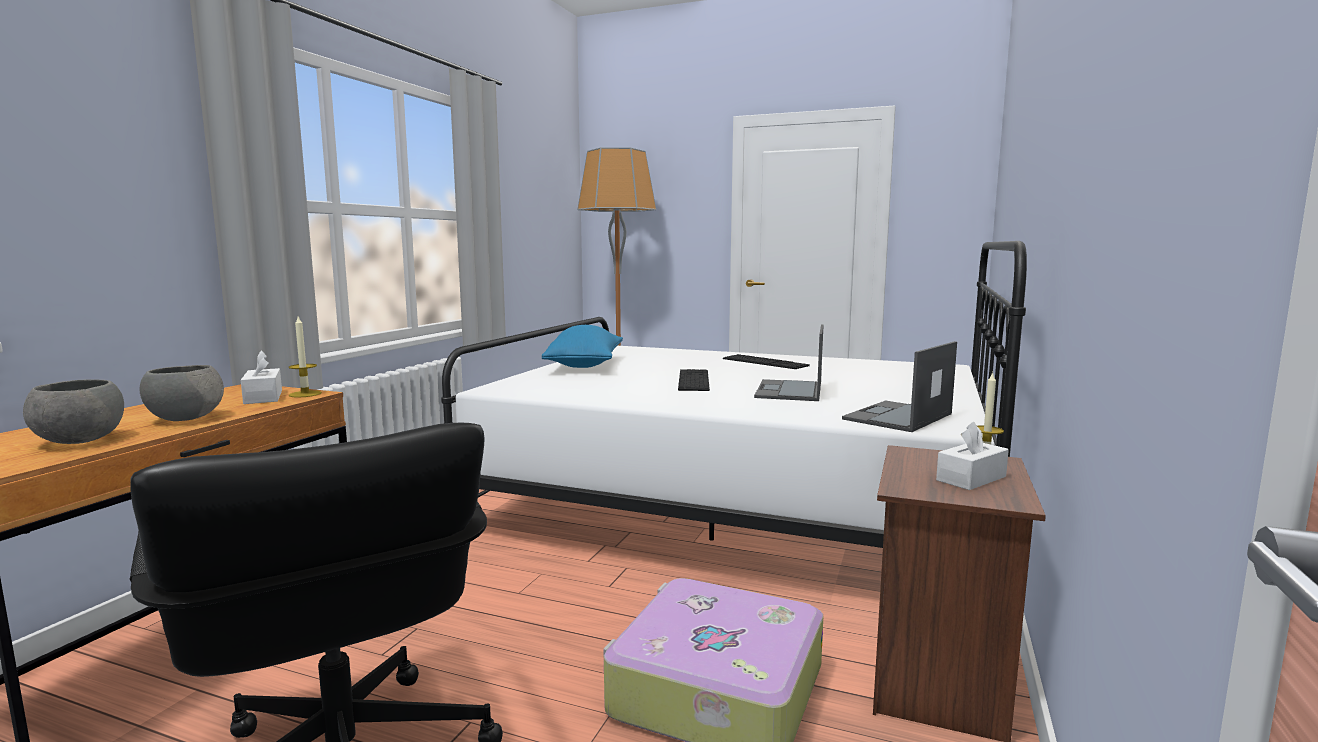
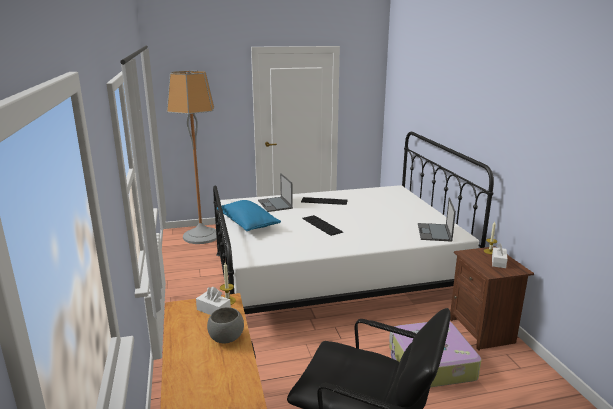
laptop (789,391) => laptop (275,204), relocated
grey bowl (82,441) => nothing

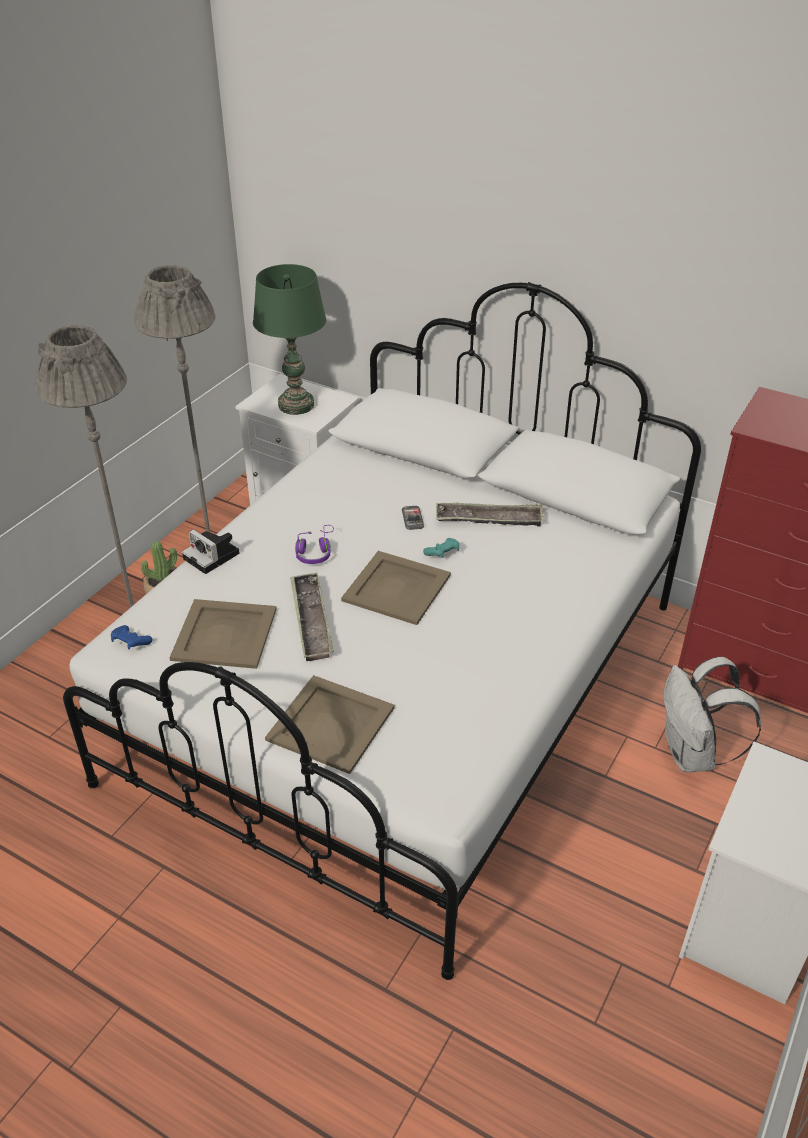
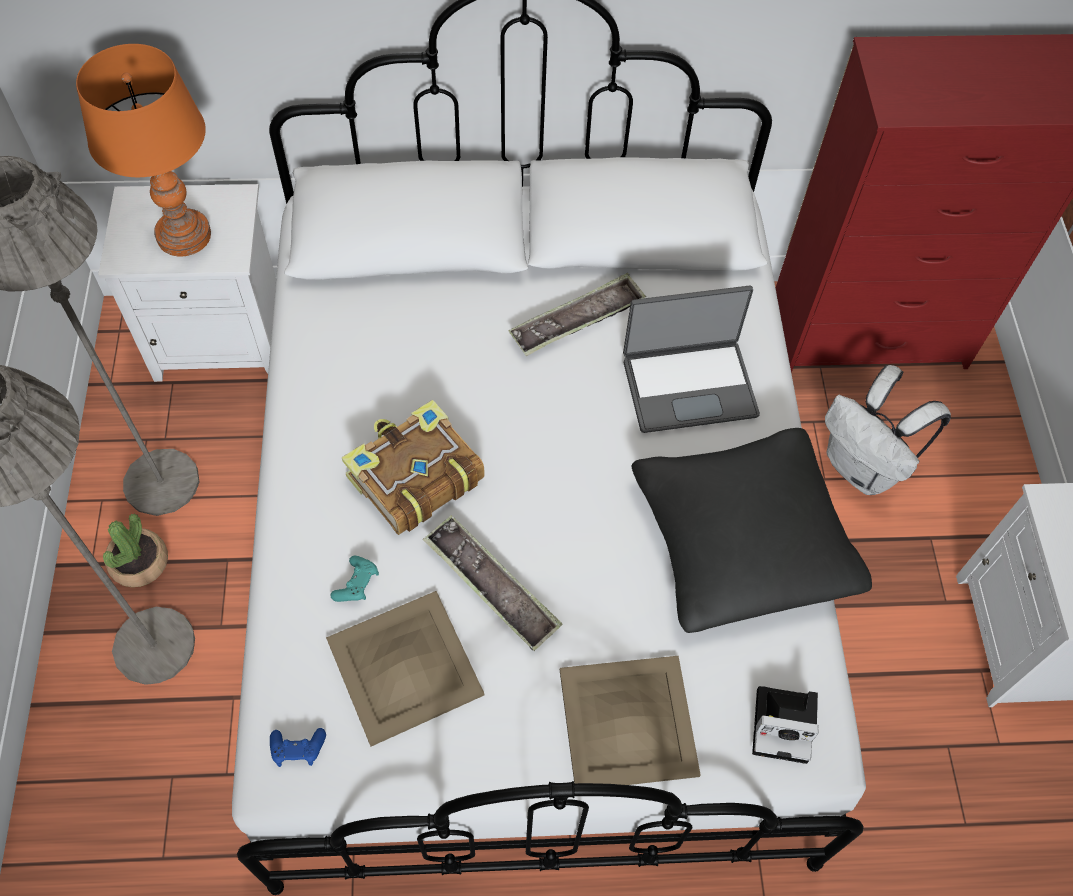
green table lamp (296,405) => orange table lamp (183,236)
turquoise game controller (443,553) => turquoise game controller (357,584), relocated
purple headphones (315,552) => book (413,478)
nothing => laptop (689,385)
nothing => black pillow (742,540)
photo camera (213,557) => photo camera (785,725), relocated
beige tray (397,587) => nothing
phone (412,519) => nothing

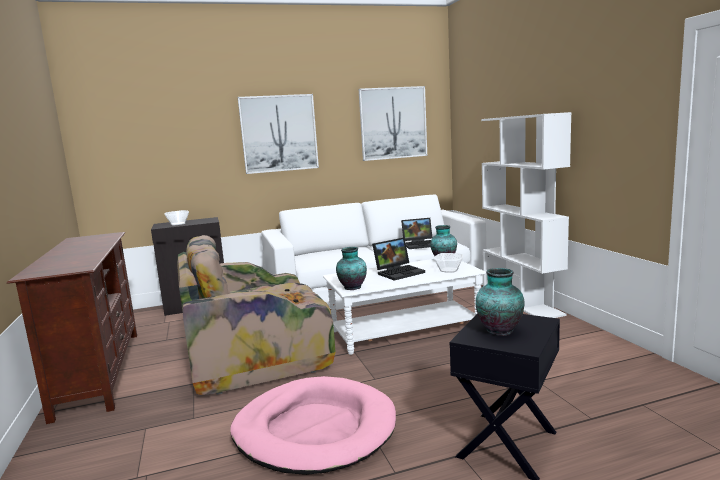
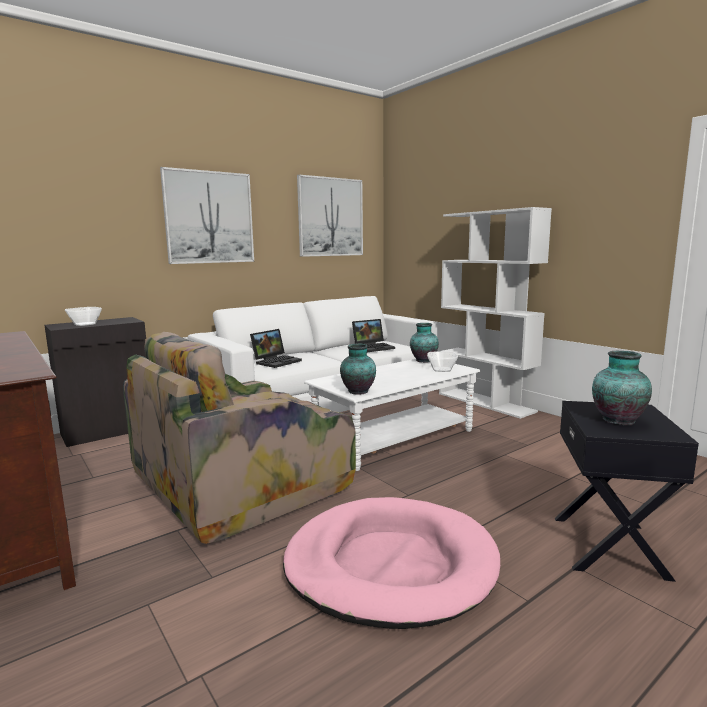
laptop (399,272) => laptop (276,361), relocated

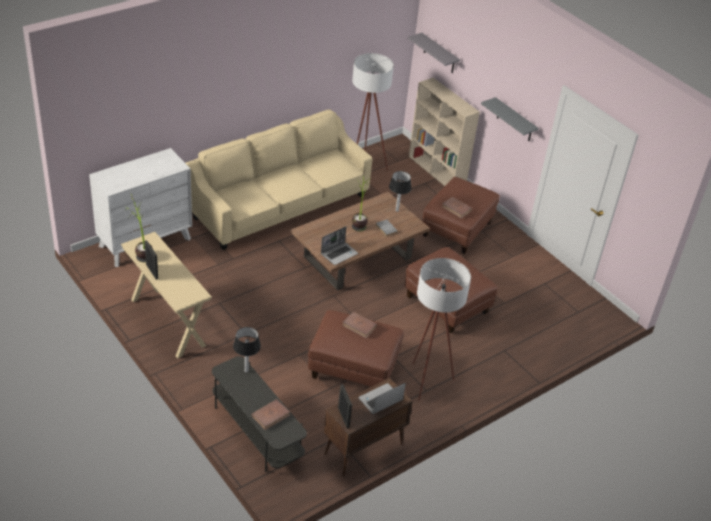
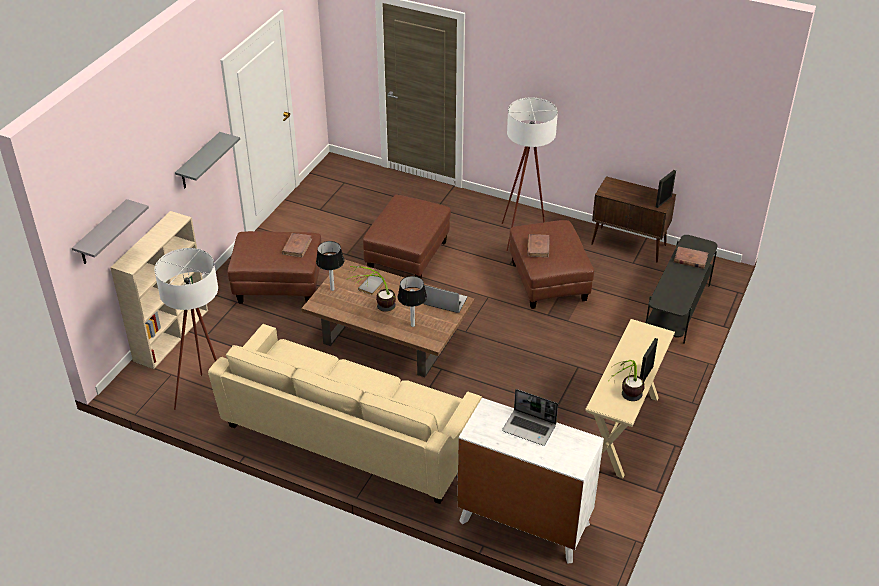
table lamp (246,370) => table lamp (412,325), relocated
laptop (380,400) => laptop (530,428), relocated

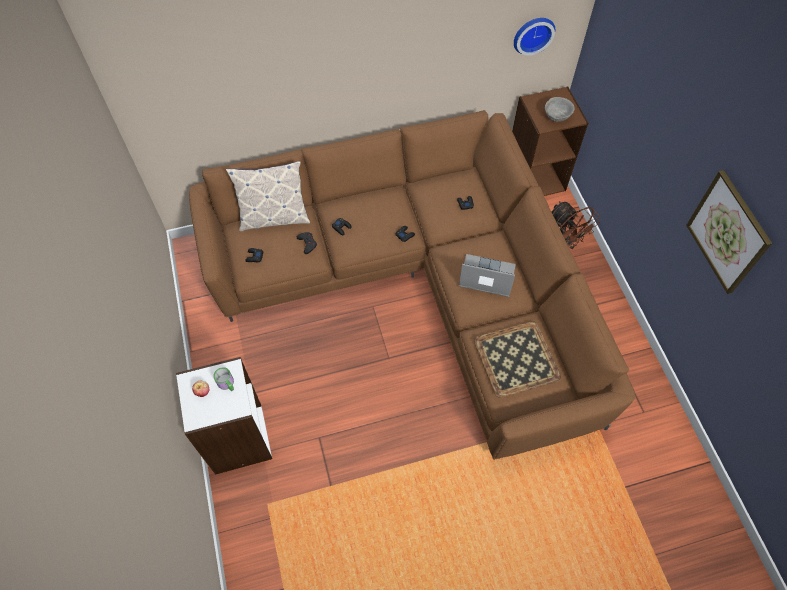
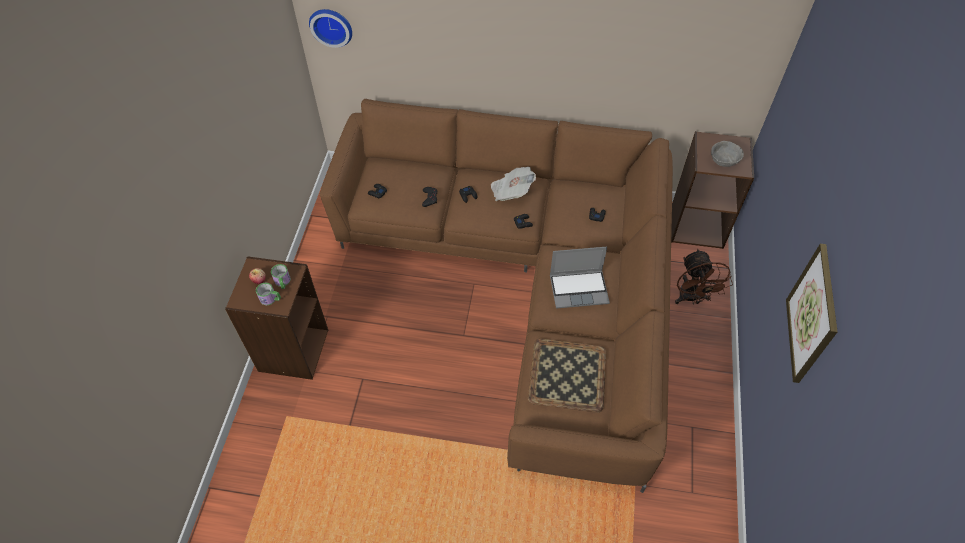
white bookcase (237,439) => brown bookcase (292,350)
nothing => mug (271,299)
wall clock (532,33) => wall clock (331,25), relocated
nothing => newspaper (511,191)
laptop (486,277) => laptop (579,289), 135 degrees clockwise
pillow (274,218) => nothing

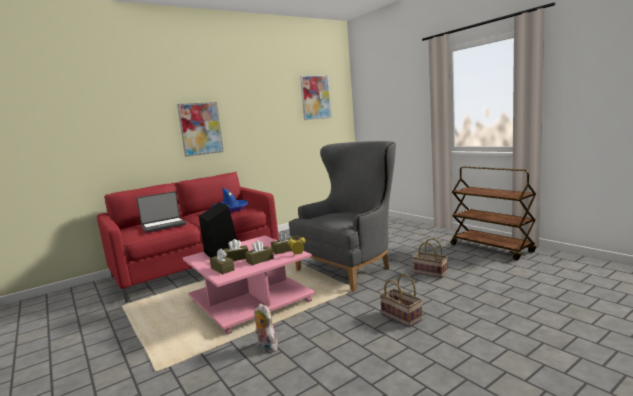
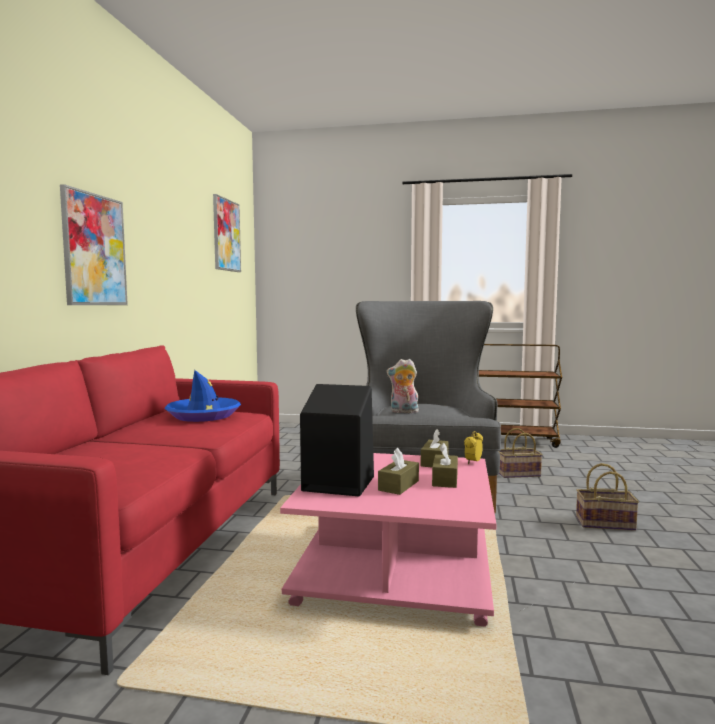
plush toy (266,347) => plush toy (403,412), relocated
laptop (163,225) => nothing
brown tissue box (222,269) => nothing

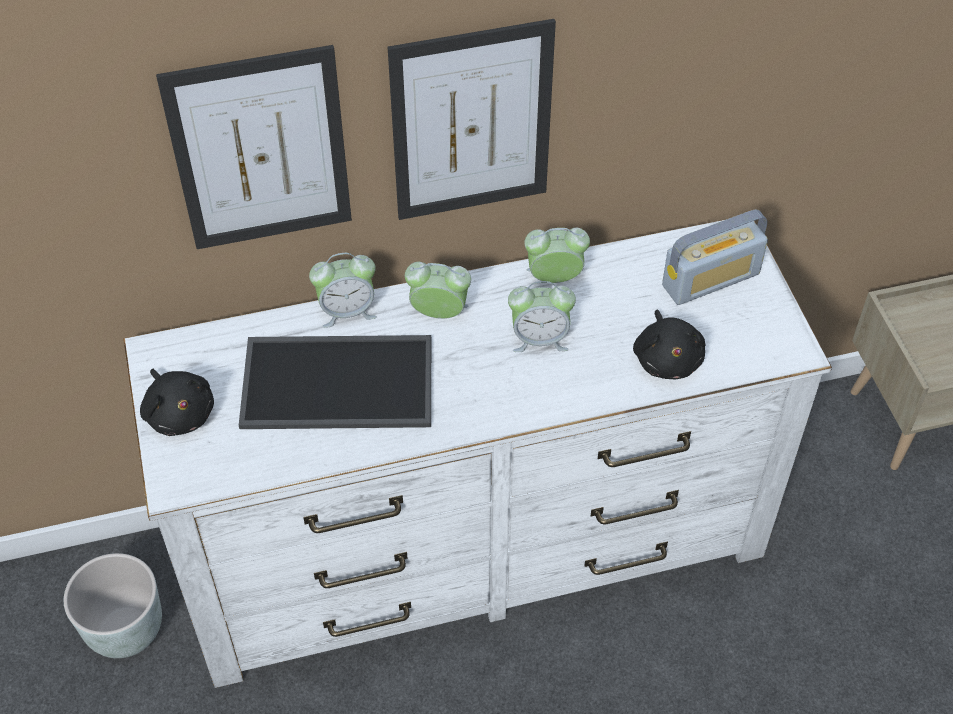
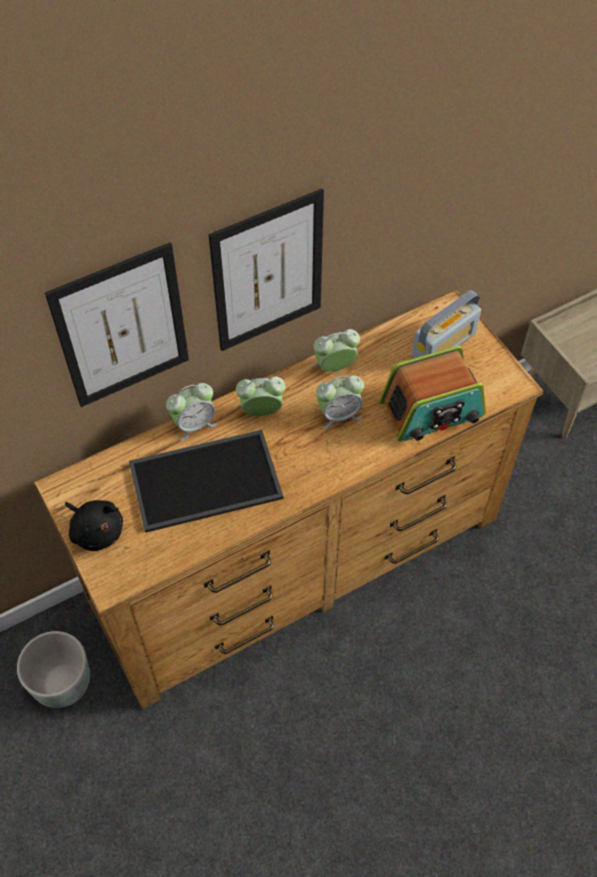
white dresser (475,545) => brown dresser (296,559)
black plush toy (667,359) => radio (432,410)

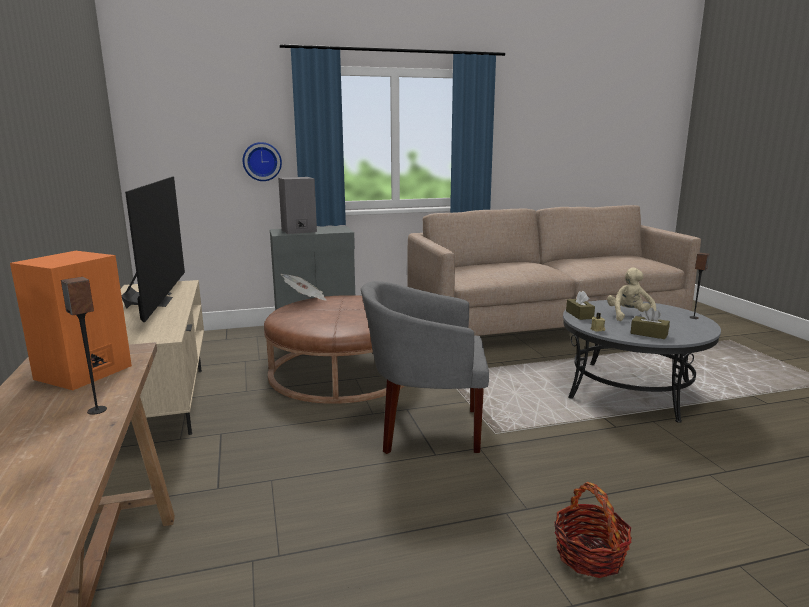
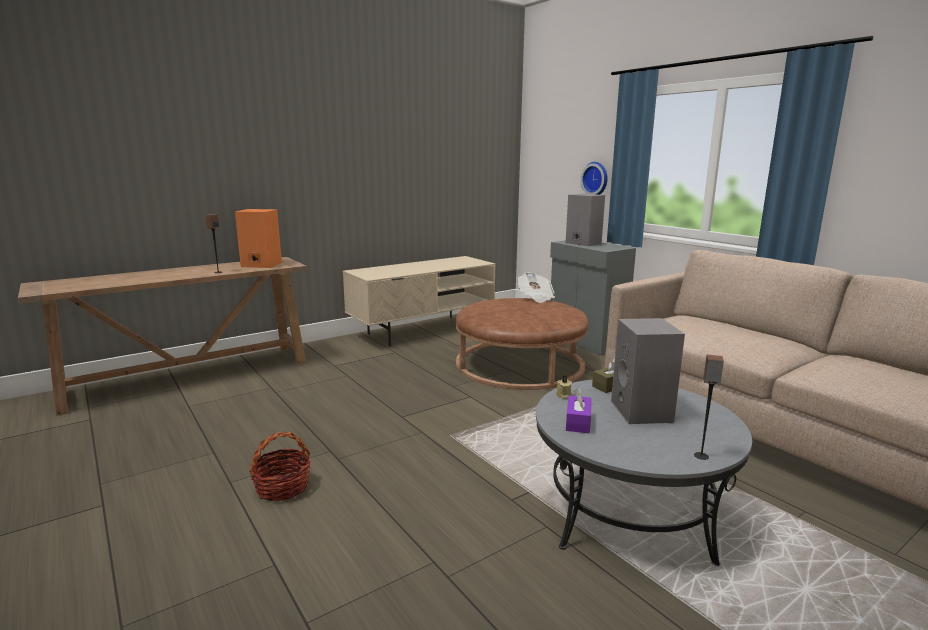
brown tissue box (649,334) => purple tissue box (578,422)
beige plush toy (629,316) => grey speaker (643,412)
television (156,302) => nothing
grey armchair (426,428) => nothing

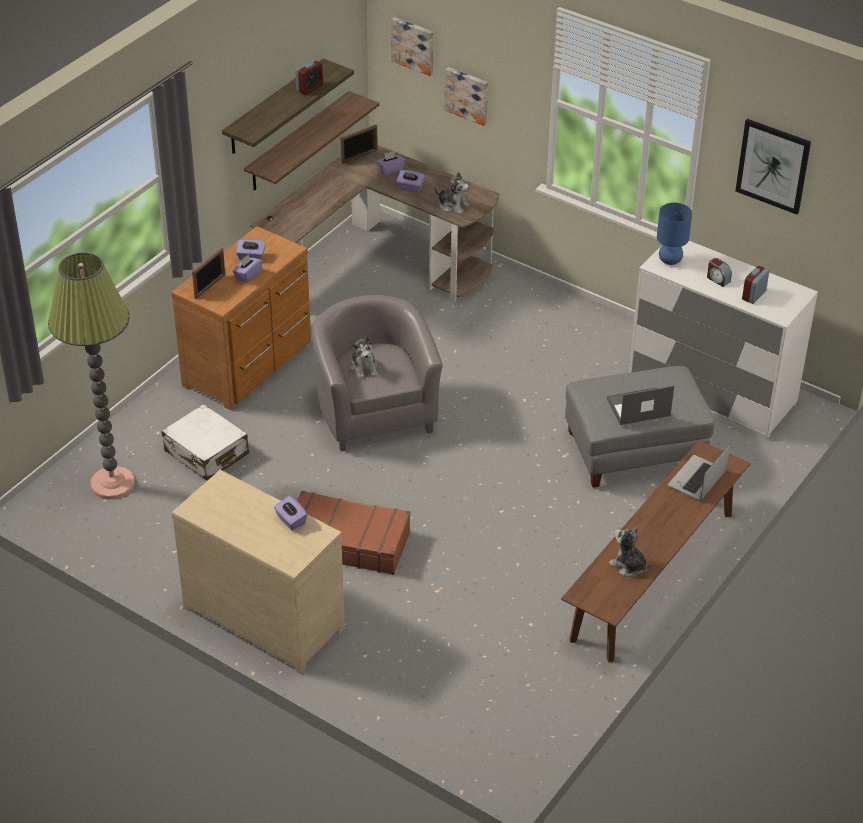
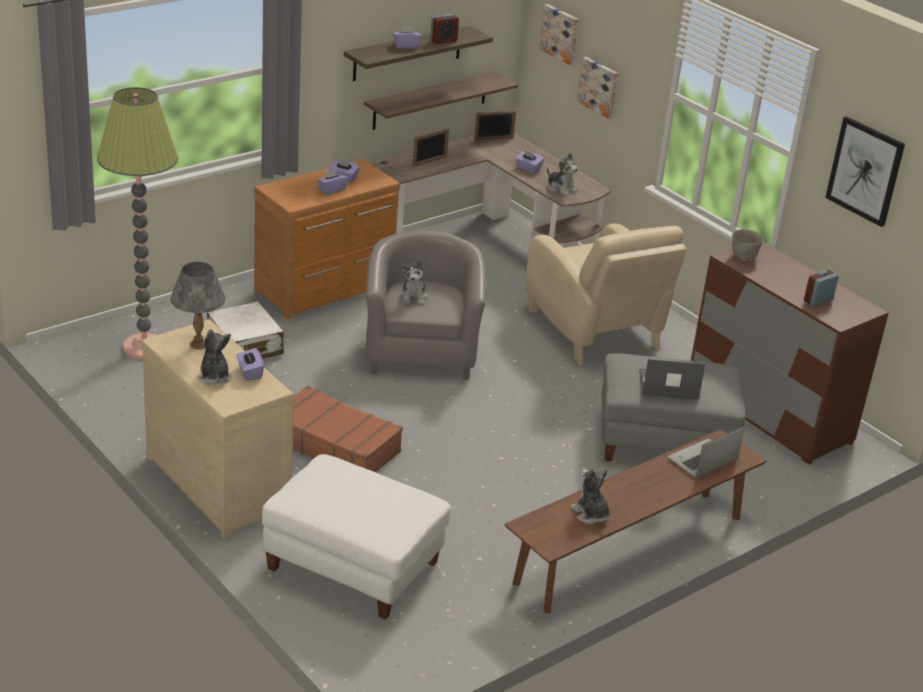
nothing => grey table lamp (198,344)
nothing => plush toy (214,377)
nothing => white ottoman (353,567)
purple tissue box (390,170) => purple tissue box (406,46), relocated
picture frame (210,286) => picture frame (430,161), relocated
nothing => beige armchair (595,332)
white dresser (711,391) => brown dresser (768,412)
blue table lamp (670,260) => grey bowl (744,256)
alarm clock (718,279) => nothing

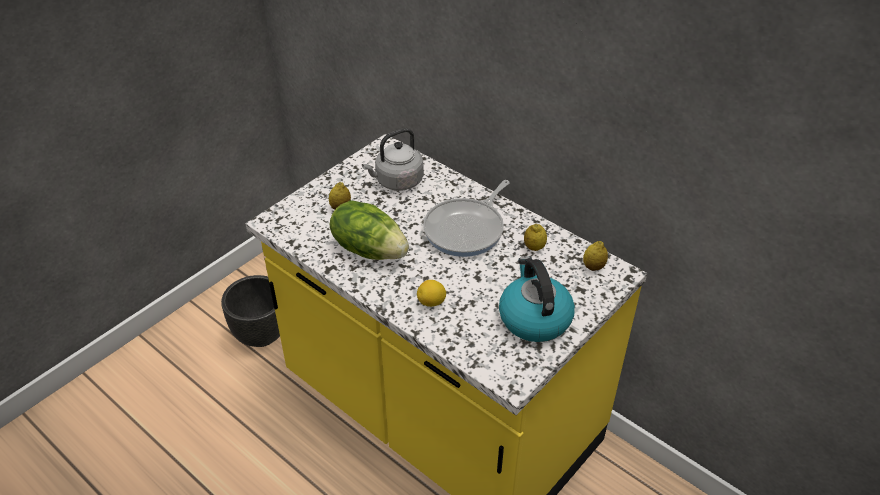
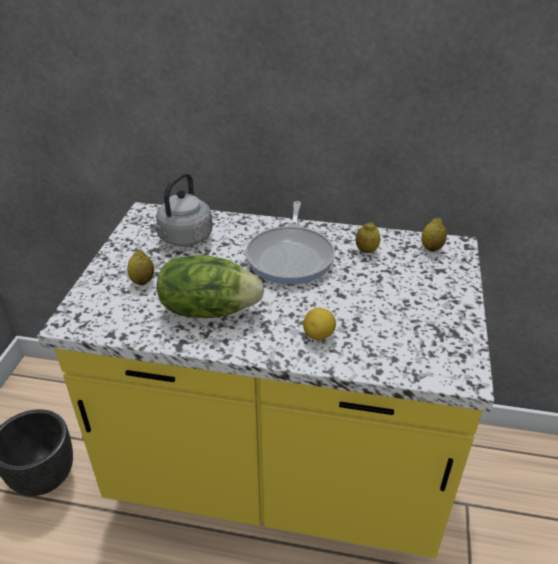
kettle (534,318) => nothing

